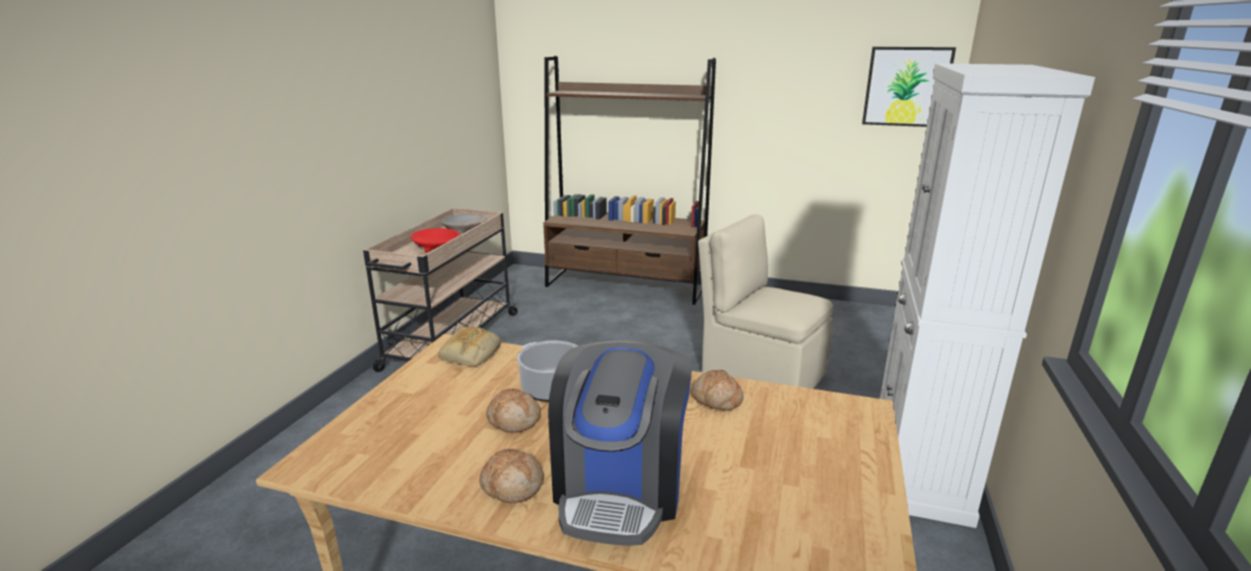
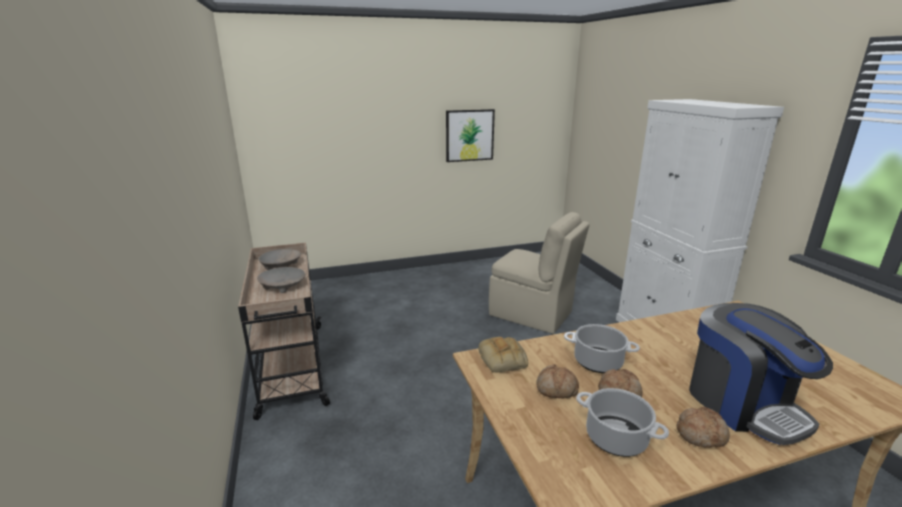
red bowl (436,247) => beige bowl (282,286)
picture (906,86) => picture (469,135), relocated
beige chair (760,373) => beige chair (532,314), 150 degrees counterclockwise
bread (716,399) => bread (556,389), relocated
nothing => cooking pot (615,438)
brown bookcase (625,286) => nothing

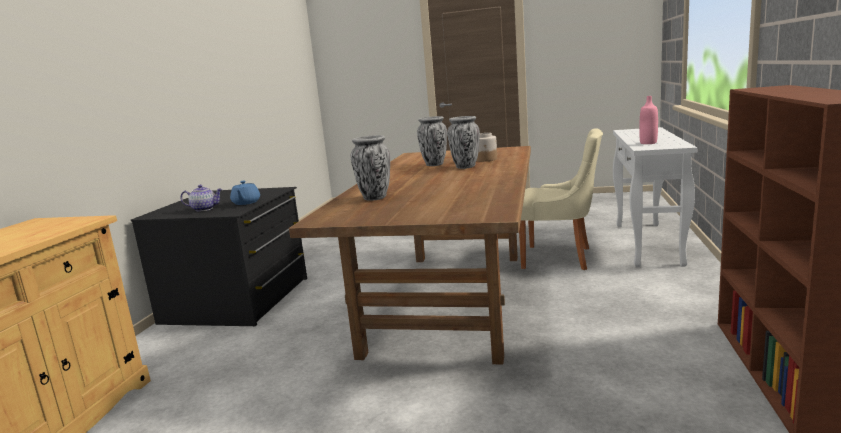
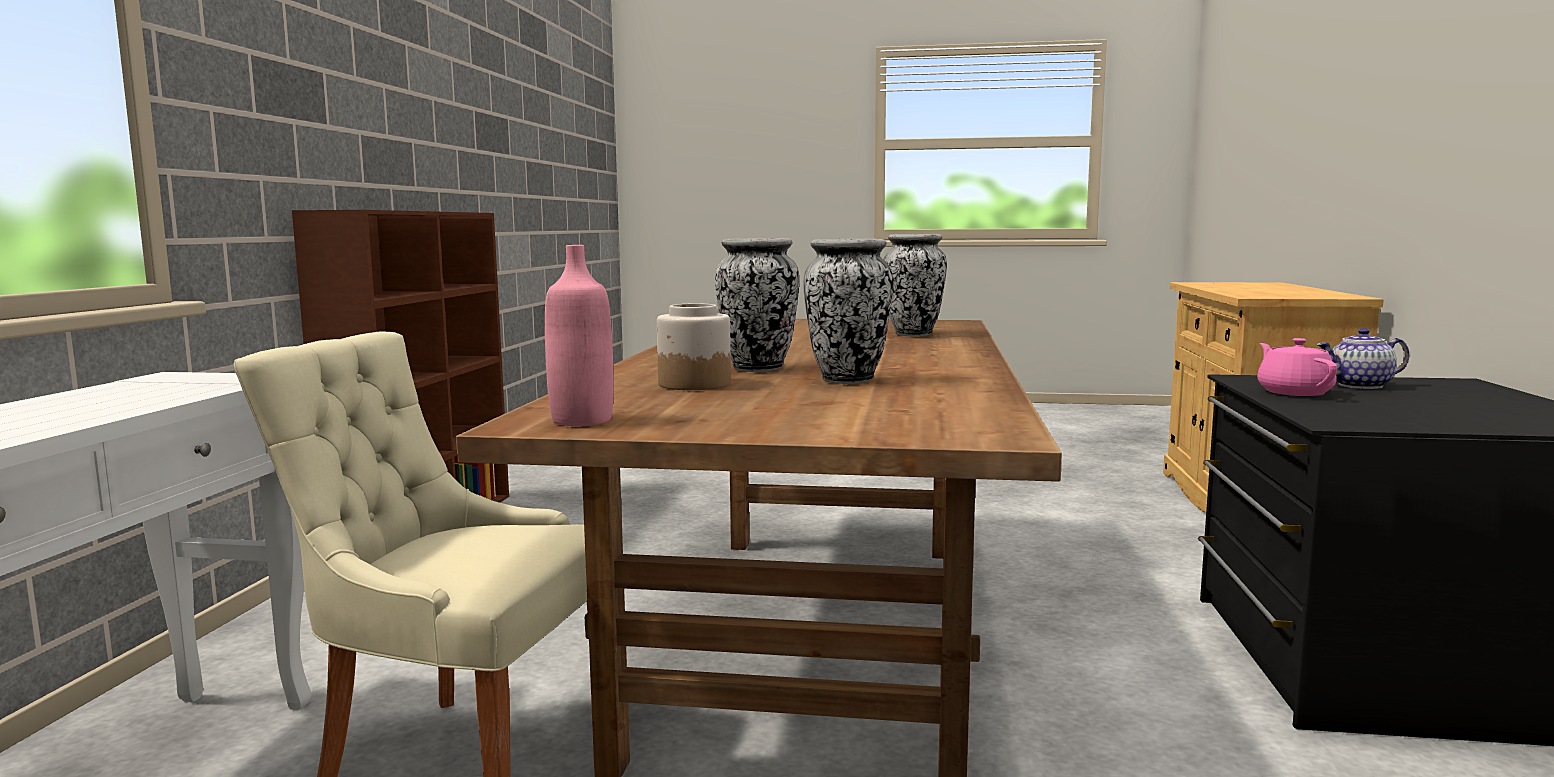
pink bottle (648,143) => pink bottle (582,420), relocated
blue teapot (246,203) => pink teapot (1293,392)

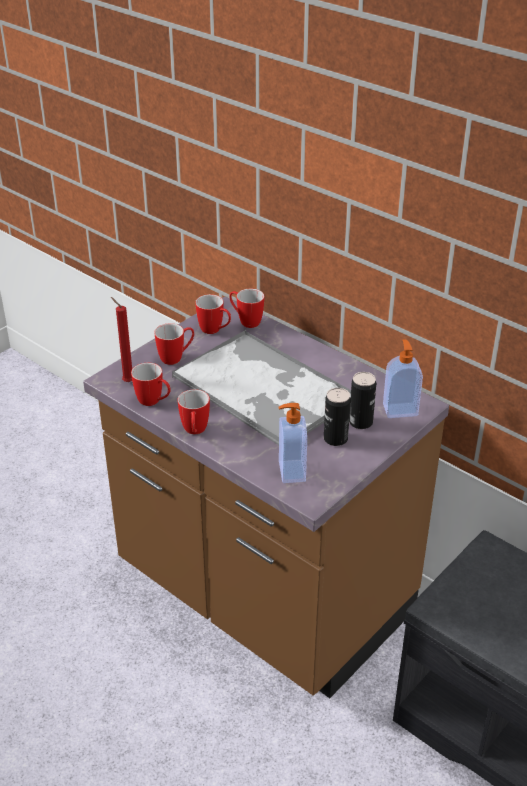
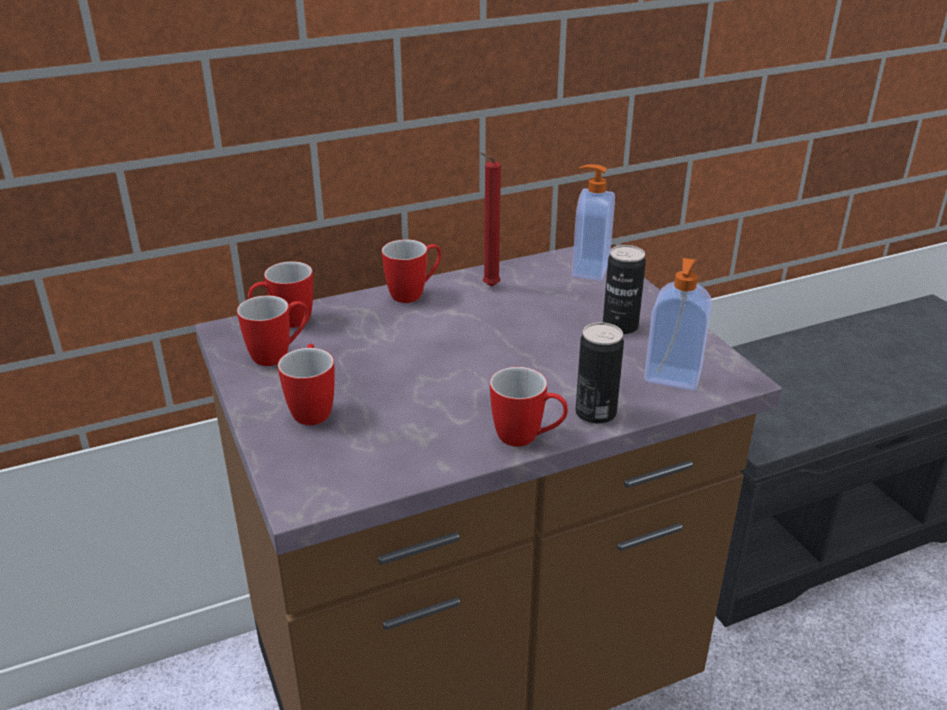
mug (154,402) => mug (414,293), relocated
red candle (127,381) => red candle (488,287), relocated
can (360,422) => can (595,413), relocated
tray (264,390) => nothing

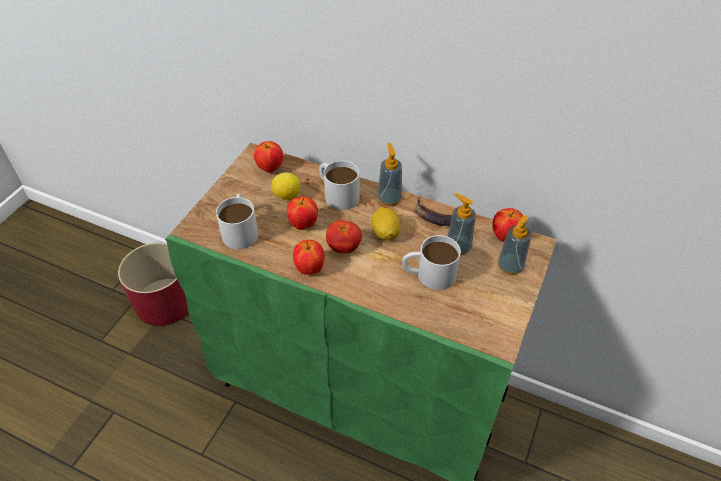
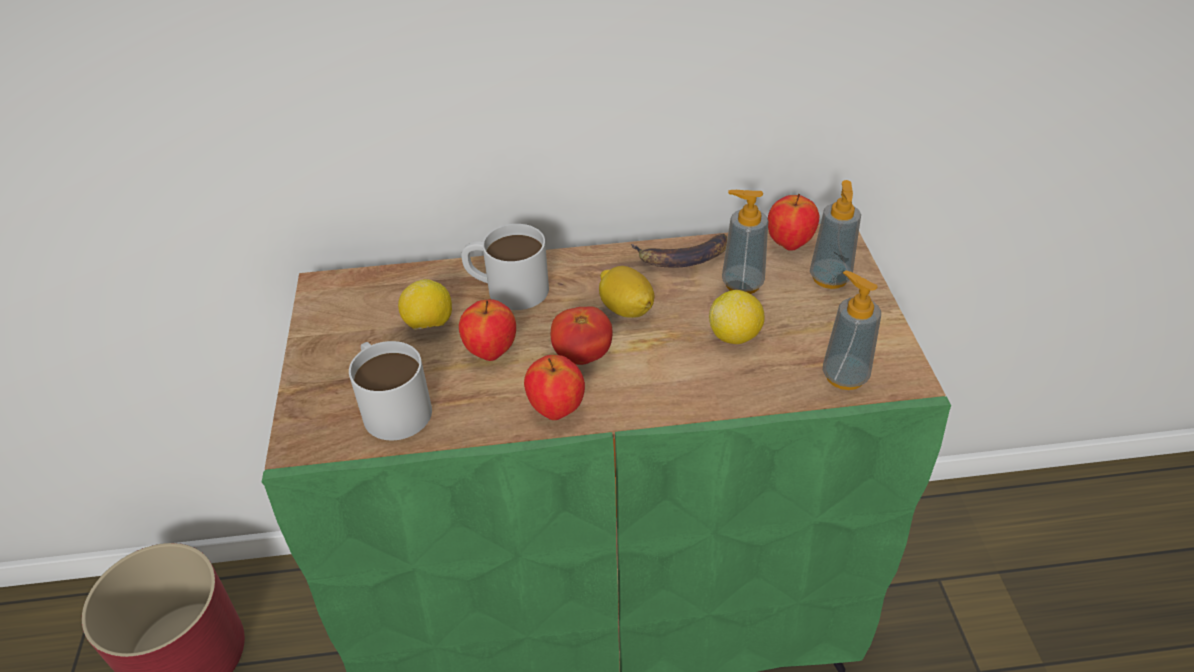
white mug (428,274) => lemon (735,336)
soap dispenser (389,199) => soap dispenser (844,376), relocated
apple (270,168) => nothing

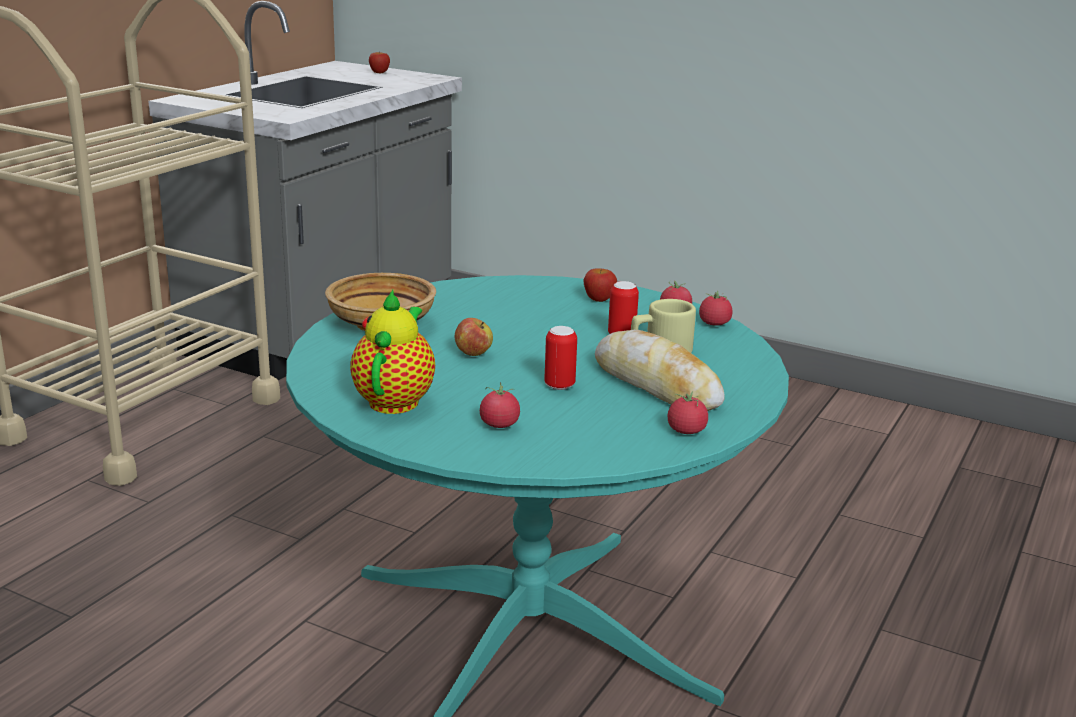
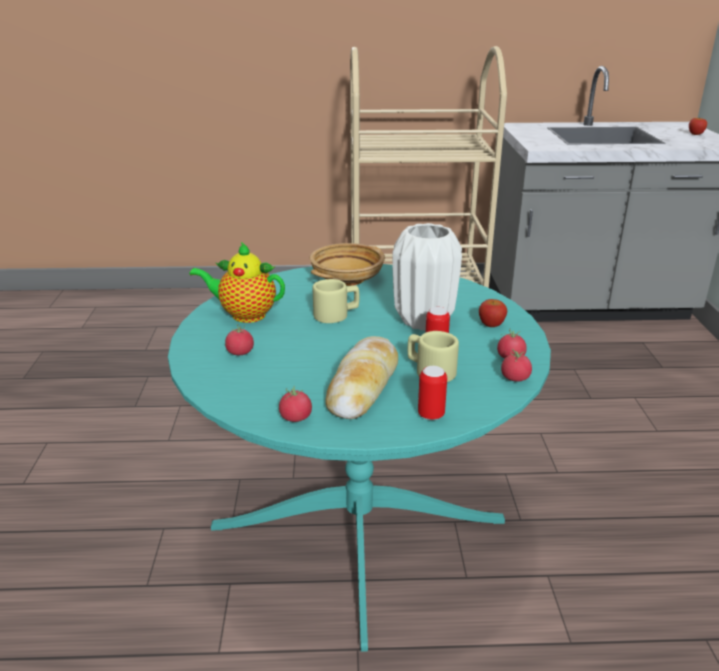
teapot (395,400) => teapot (244,315), 150 degrees counterclockwise
apple (473,354) => beige mug (336,315)
nothing => white vase (423,321)
can (559,385) => can (431,415), relocated

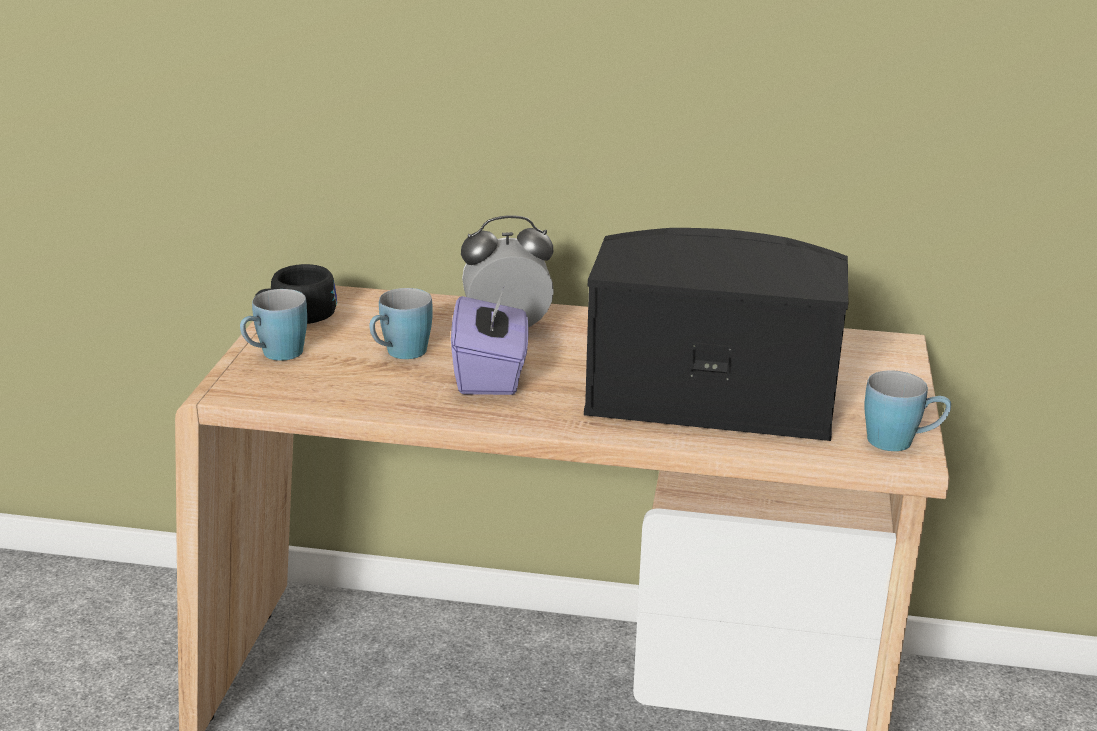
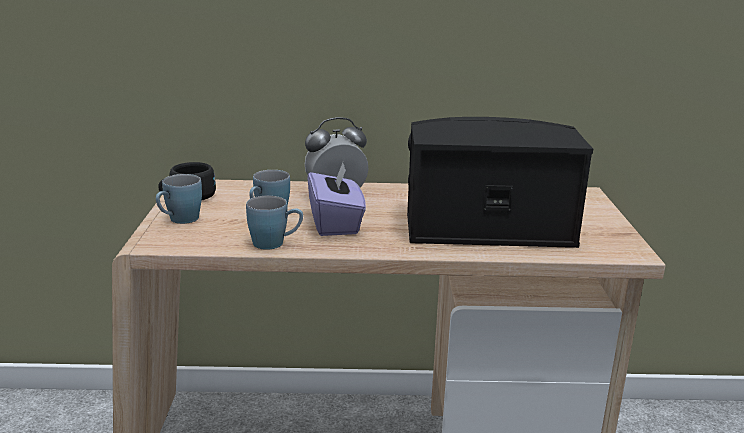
blue mug (901,442) => blue mug (275,244), relocated

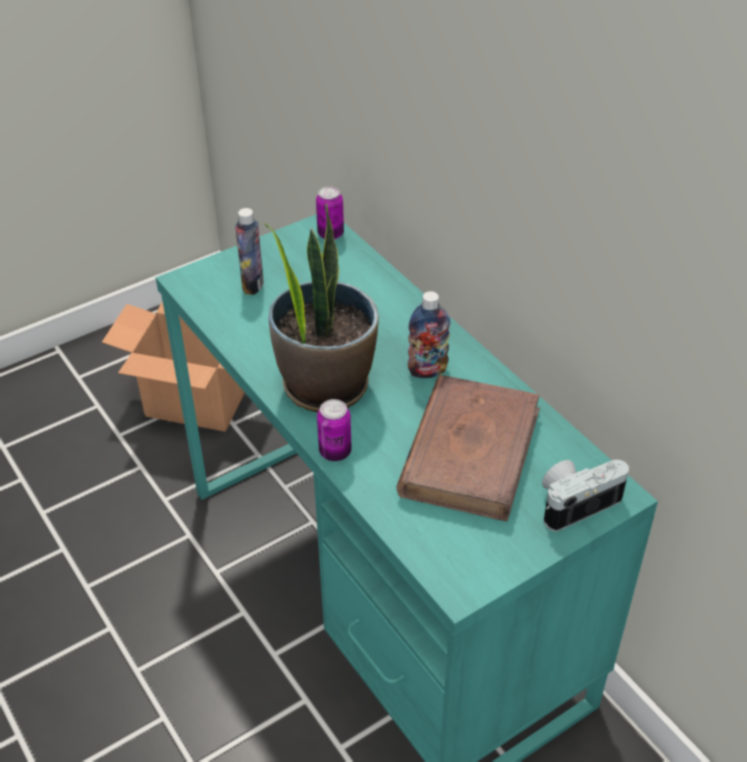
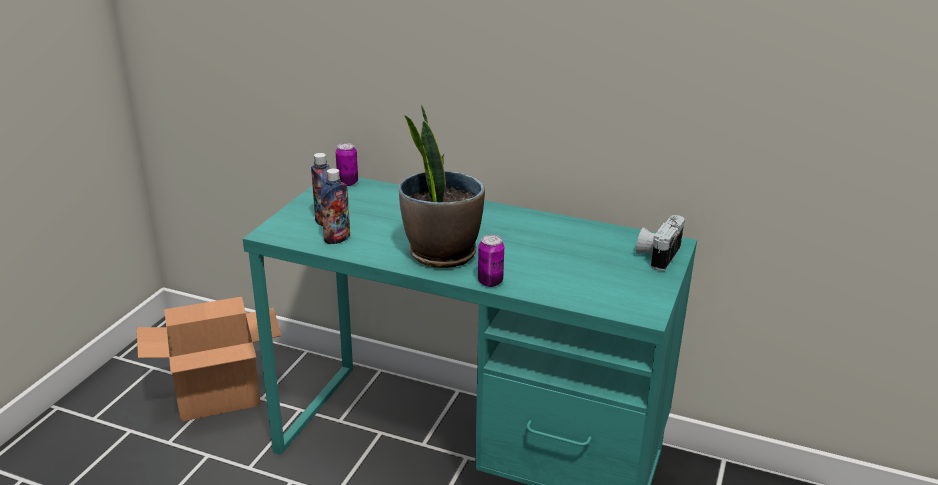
bottle (427,370) => bottle (337,239), relocated
brown book (470,451) => nothing

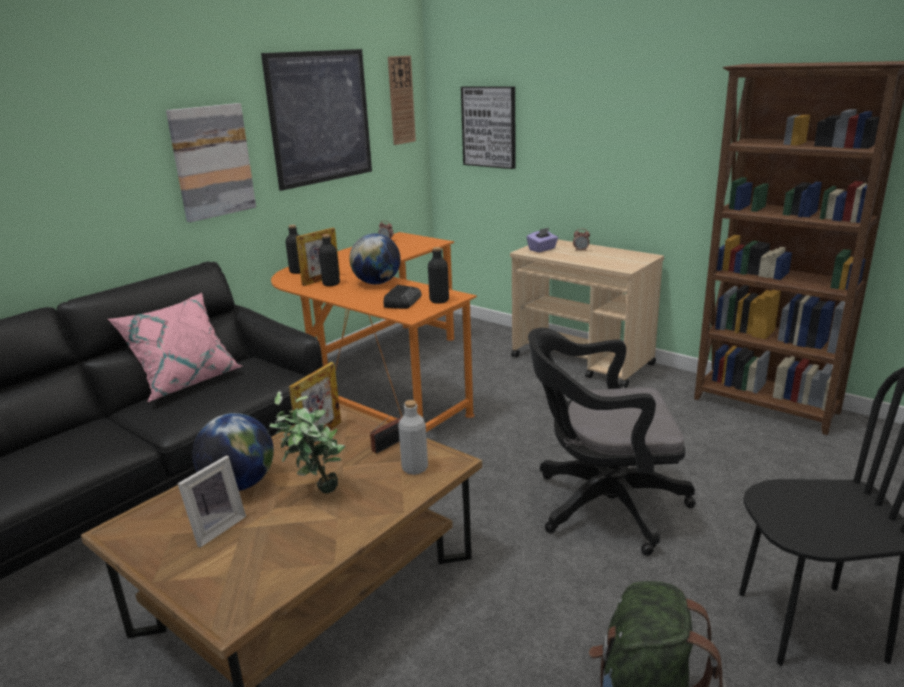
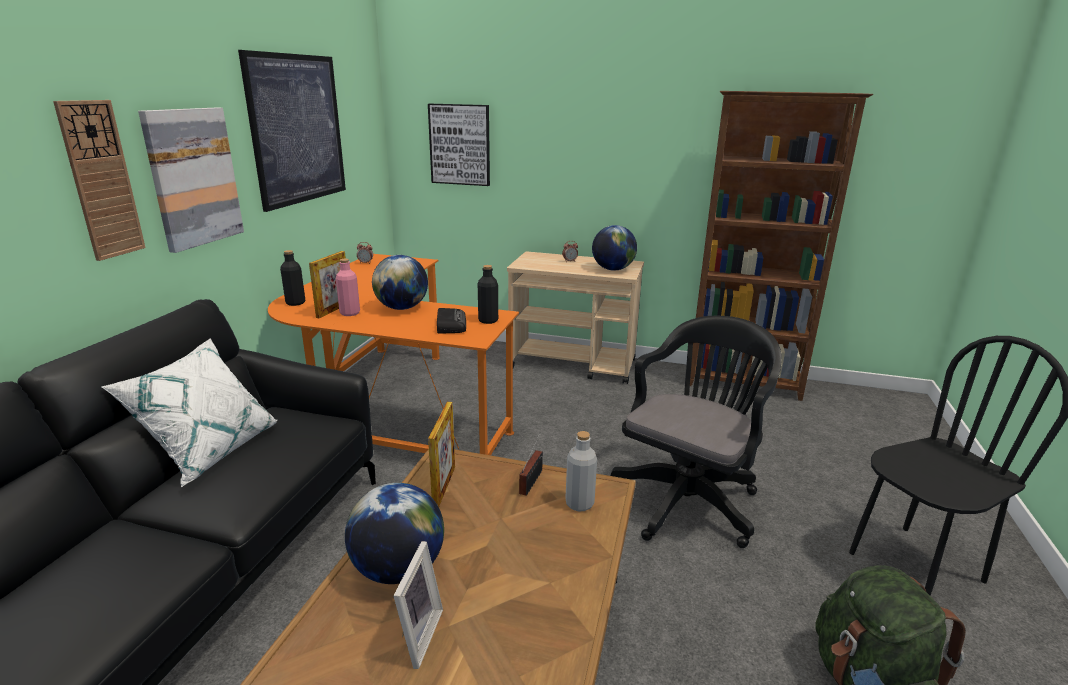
wall clock (401,100) => wall clock (101,180), relocated
pink pillow (185,381) => white pillow (210,450)
black bottle (331,284) => pink bottle (350,313)
nothing => globe (613,269)
black office chair (601,505) => black office chair (689,498), 150 degrees clockwise
potted plant (315,492) => nothing
purple tissue box (542,249) => nothing

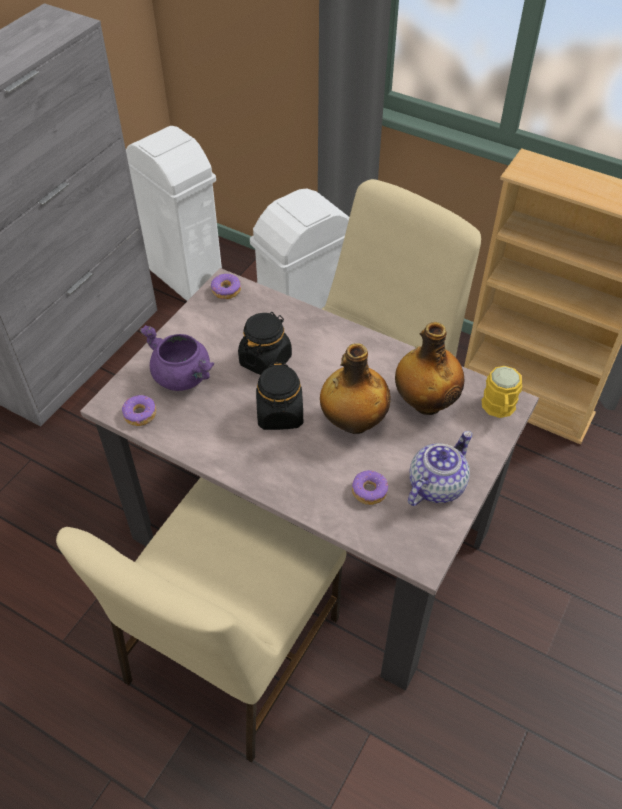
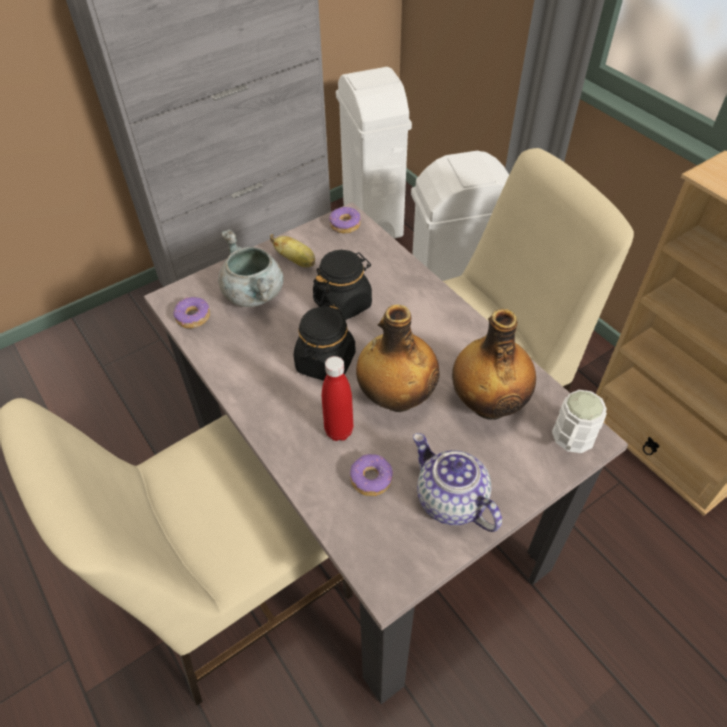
purple cooking pot (183,376) => grey cooking pot (255,294)
nothing => banana (296,261)
nothing => red bottle (339,431)
teapot (436,485) => teapot (450,500), 105 degrees counterclockwise
yellow mug (499,409) => white mug (571,441)

